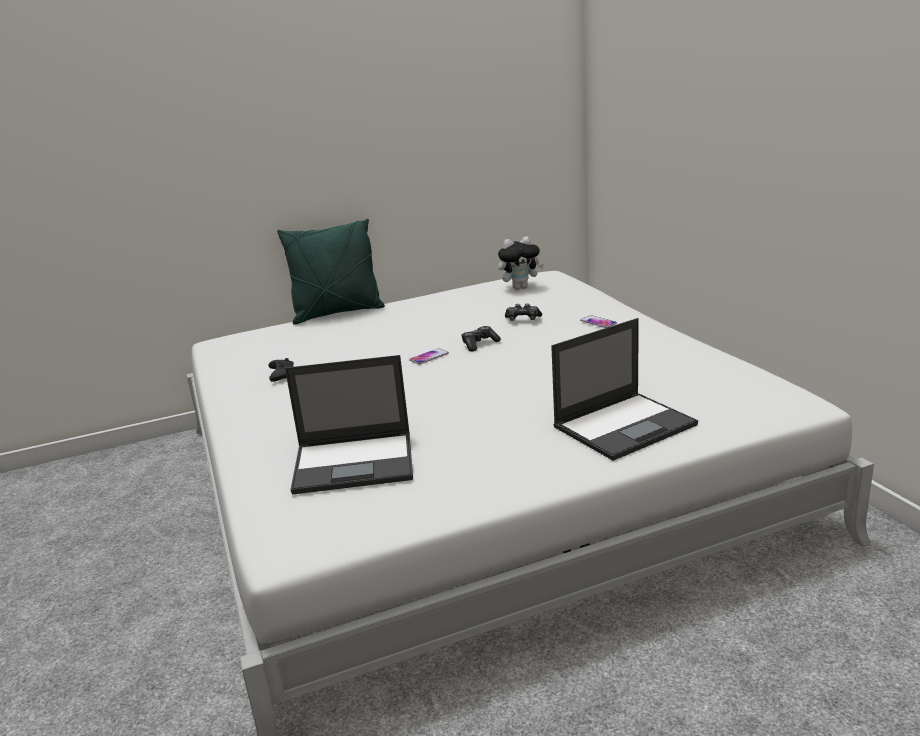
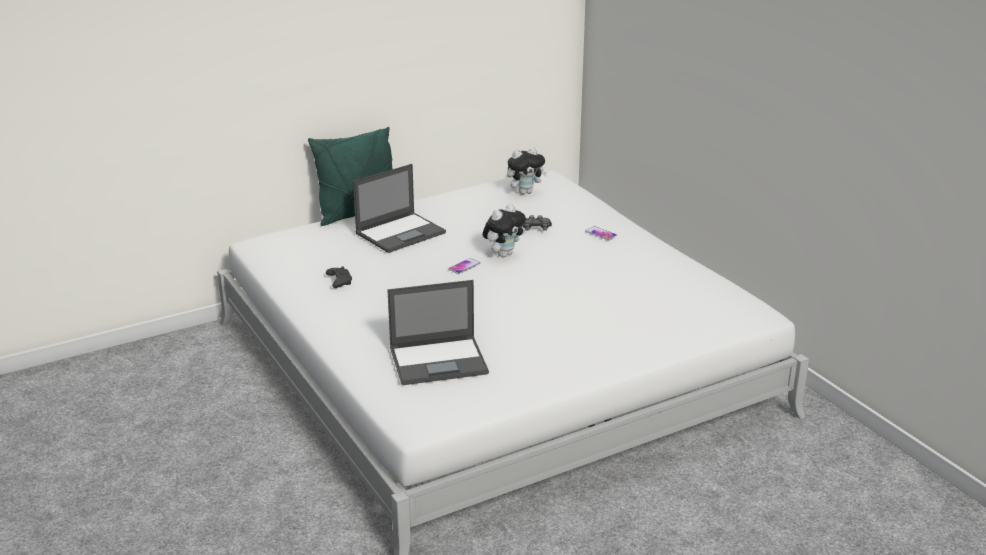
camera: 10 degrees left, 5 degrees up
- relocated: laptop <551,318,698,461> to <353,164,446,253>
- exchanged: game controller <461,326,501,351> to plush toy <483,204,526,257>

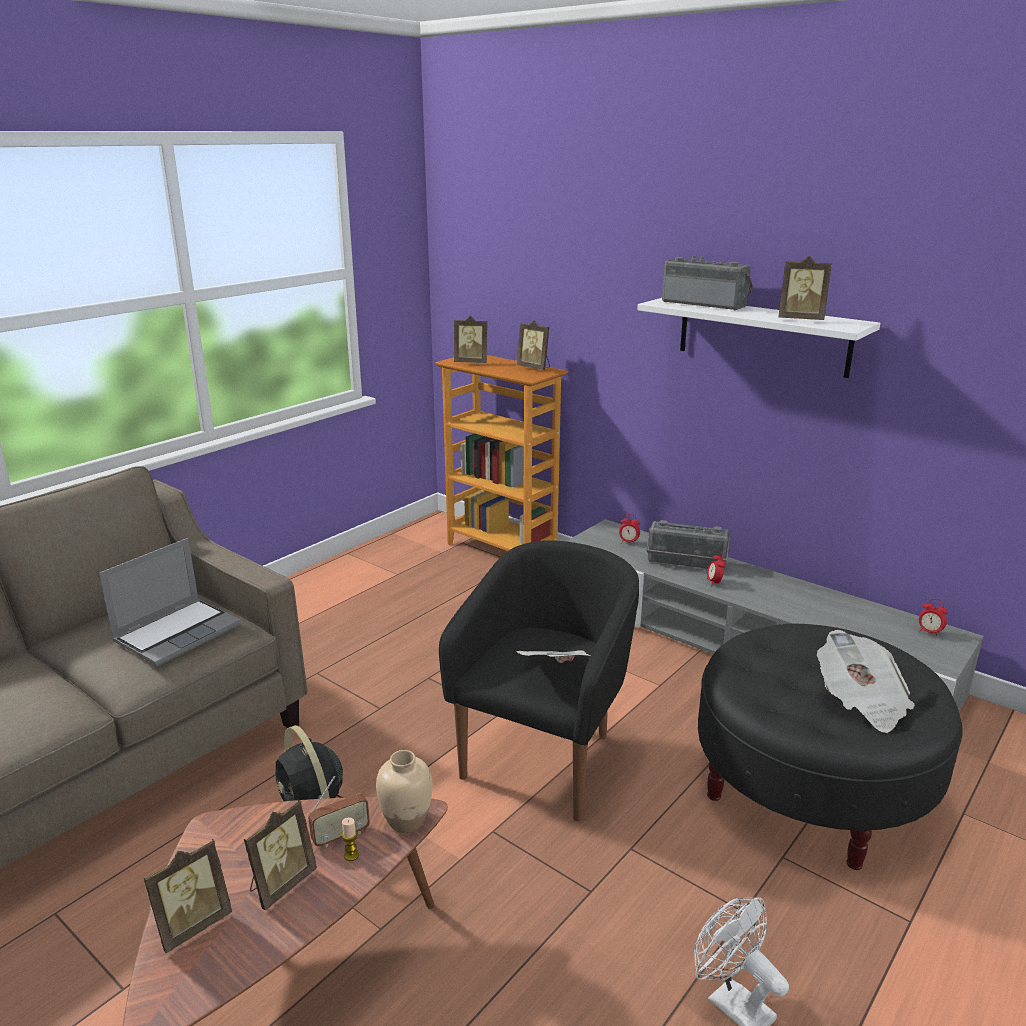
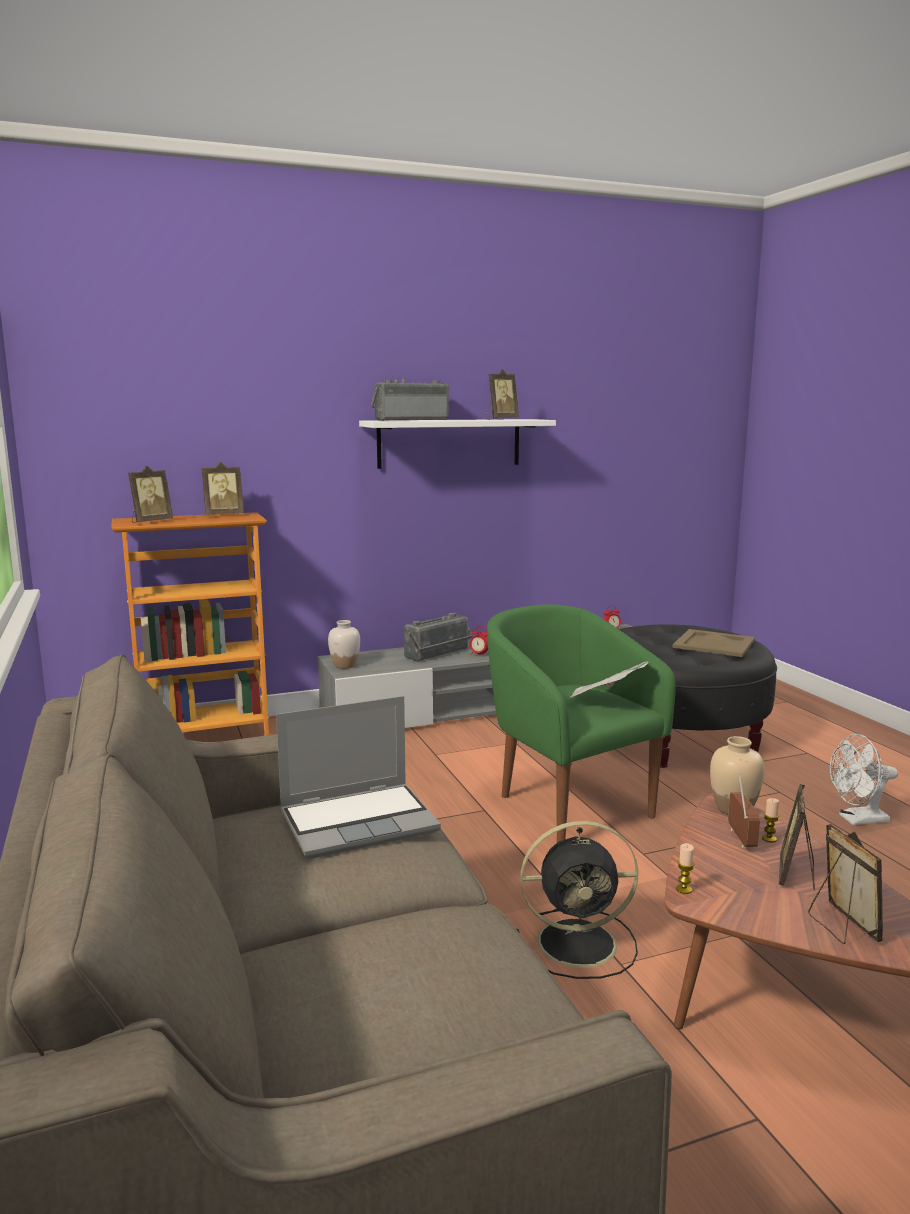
camera: 60 degrees left, 10 degrees down
- missing: alarm clock <619,514,640,544>
- spun: laptop <99,538,241,666> = <276,696,441,859> 90 degrees clockwise
- colour: armchair in black <439,540,639,821> to armchair in green <487,604,676,842>
- exchanged: newspaper <817,630,915,733> to tray in beige <673,629,755,657>
- spun: picture frame <244,800,317,910> = <779,784,815,890> 135 degrees counterclockwise
- appeared: vase in white <328,620,360,669>
- appeared: candle <676,843,694,894>

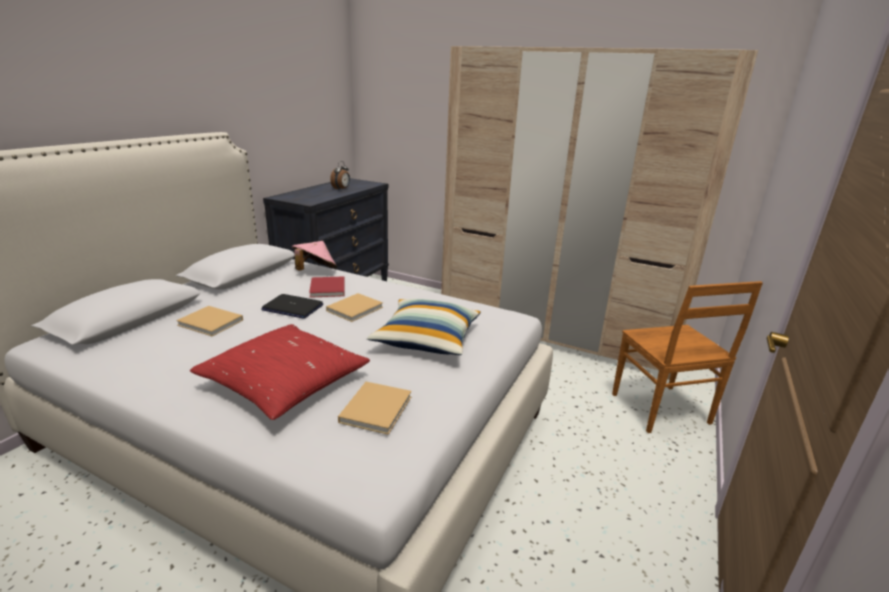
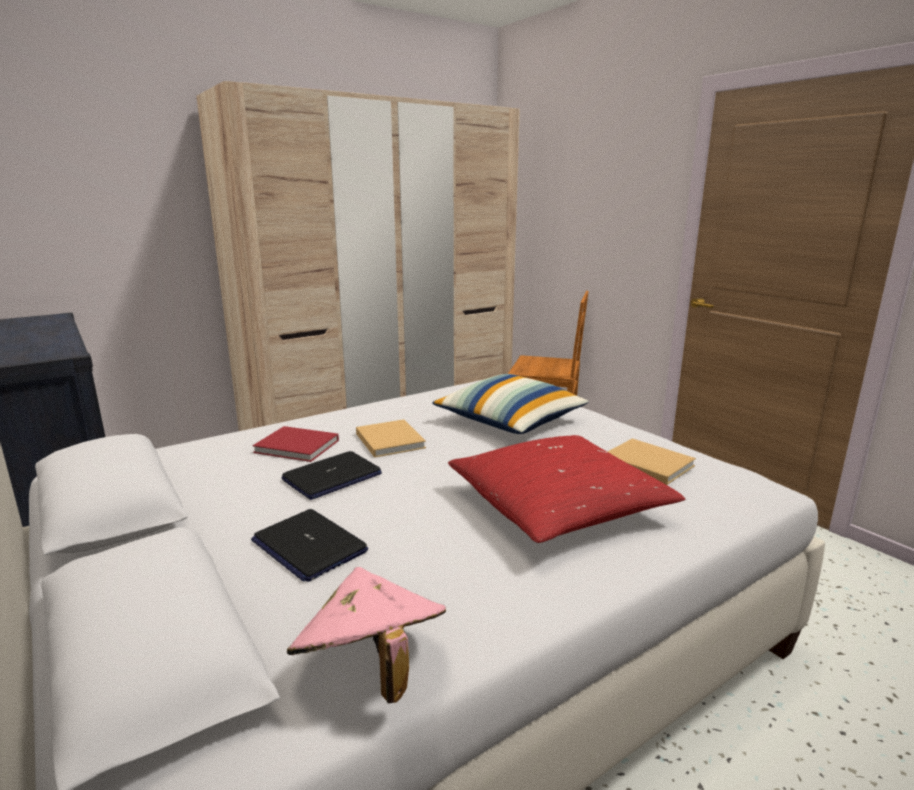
camera: 60 degrees left, 5 degrees down
- missing: alarm clock <330,161,350,190>
- relocated: hat in pink <292,241,337,271> to <287,567,446,704>
- exchanged: book in beige <176,306,243,337> to laptop <251,509,368,582>

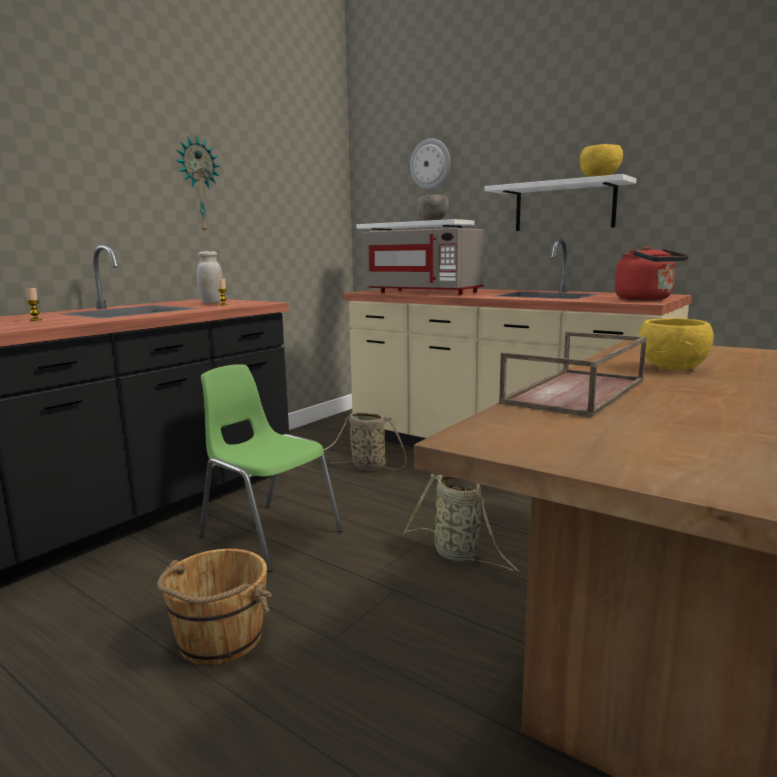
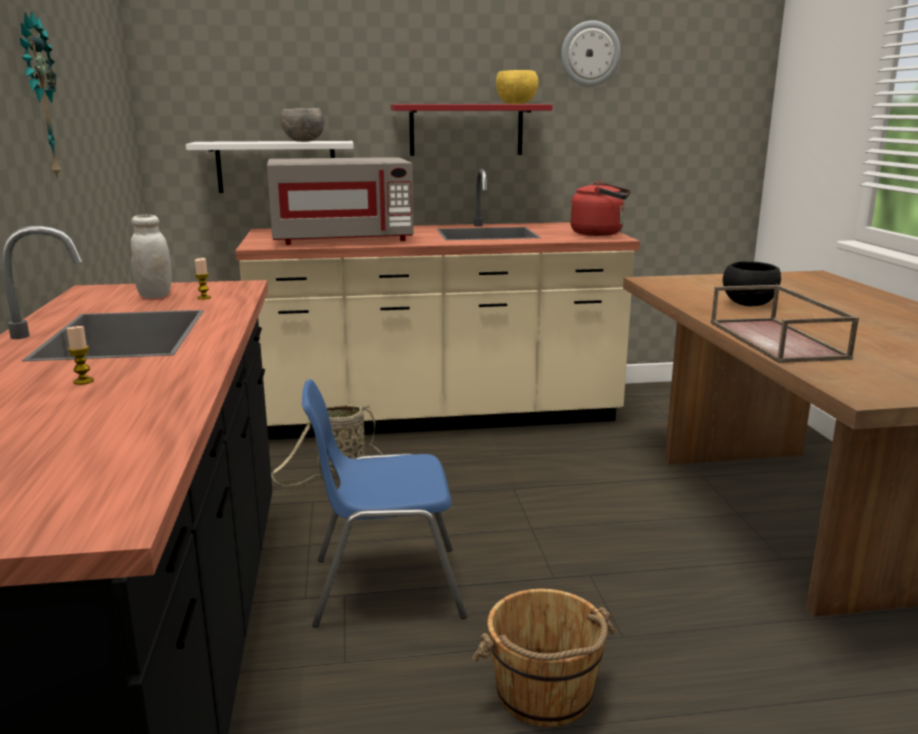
camera: 45 degrees left, 5 degrees up
- relocated: wall clock <410,138,450,189> to <561,20,621,86>
- colour: shelf in white <484,174,636,231> to shelf in red <391,104,552,156>
- colour: bowl in yellow <639,318,714,370> to bowl in black <723,261,781,306>
- colour: chair in green <199,365,343,572> to chair in blue <302,379,467,628>
- missing: basket <404,473,520,572>

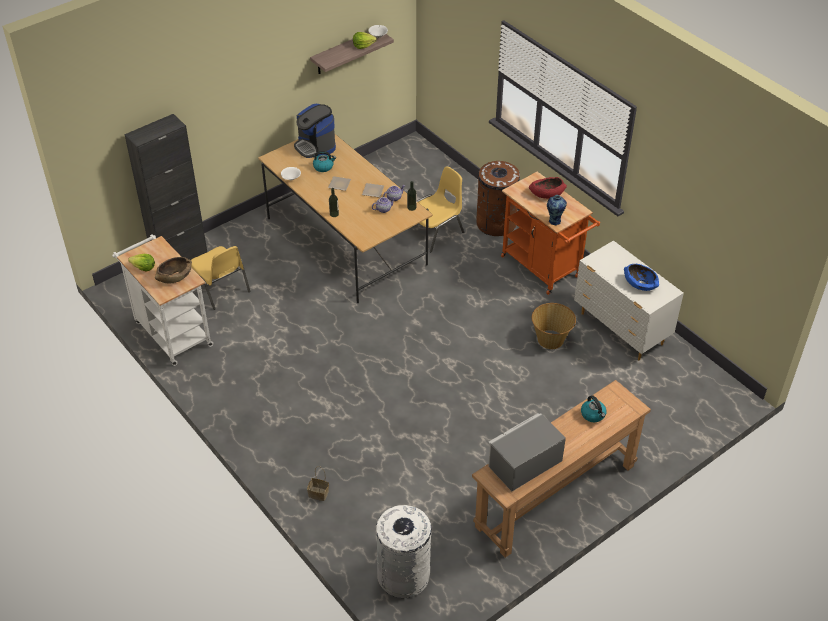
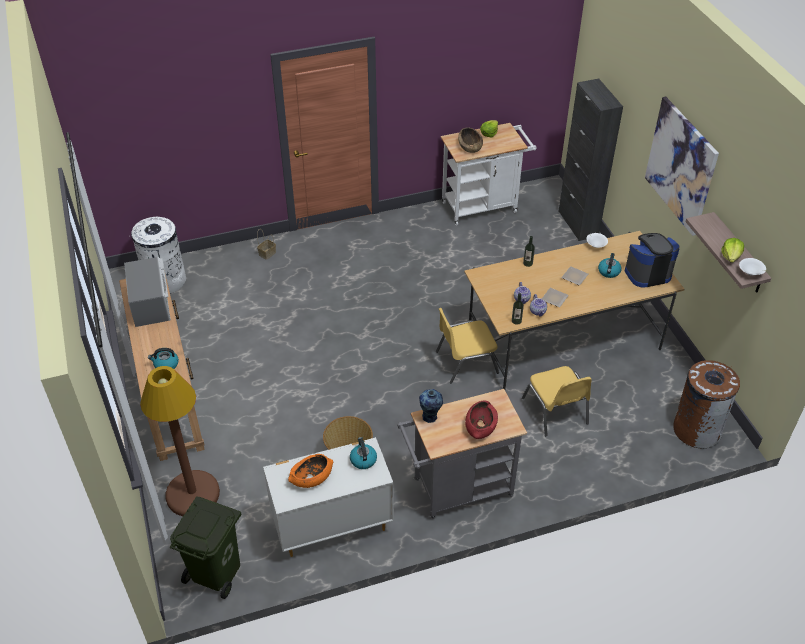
camera: 110 degrees right, 0 degrees up
- relocated: trash can in brown <476,161,520,236> to <673,360,740,448>
- colour: cart in orange <501,171,600,295> to cart in grey <397,389,527,519>
- relocated: chair in yellow <191,246,251,310> to <436,308,499,384>
- colour: bowl in blue <624,264,659,291> to bowl in orange <288,454,333,488>
- appeared: picture <645,97,719,236>
- appeared: floor lamp in brown <140,366,220,516>
- appeared: kettle <350,437,377,469>
- appeared: trash can in green <170,496,241,599>

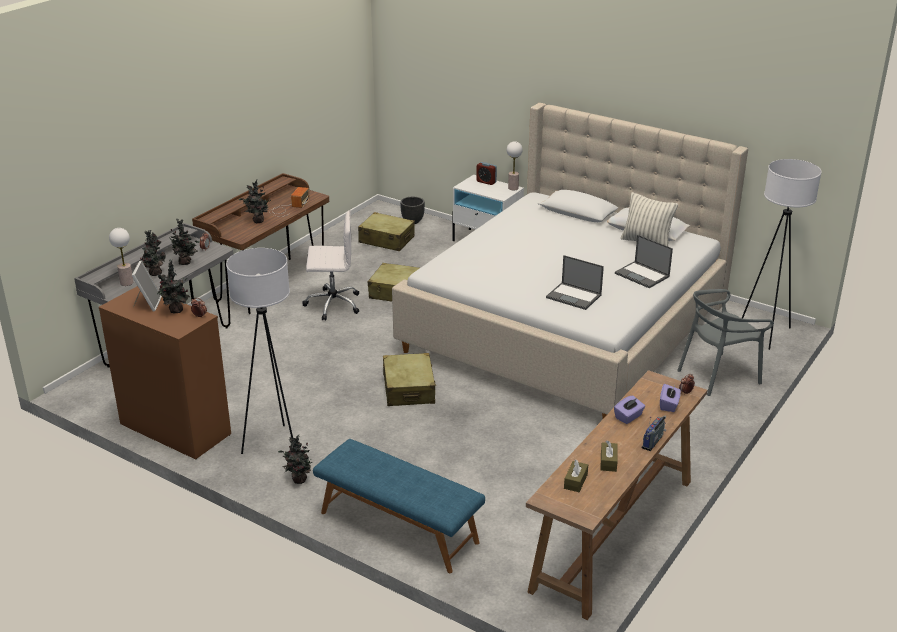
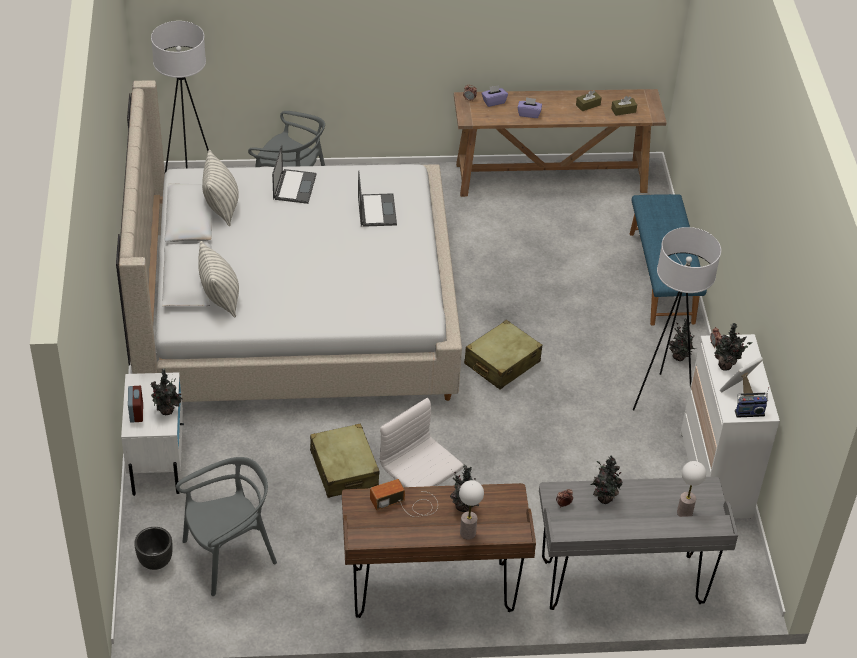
camera: 130 degrees left, 15 degrees up
- relocated: table lamp <507,141,523,190> to <459,480,484,540>
- exchanged: suitcase in beige <358,212,415,251> to chair in grey <176,457,277,596>
- relocated: potted plant <140,230,166,276> to <150,368,183,415>
- colour: dresser in brown <99,286,231,460> to dresser in white <680,334,780,518>
- relocated: radio <642,415,667,451> to <735,387,769,418>
- appeared: pillow <198,241,239,318>

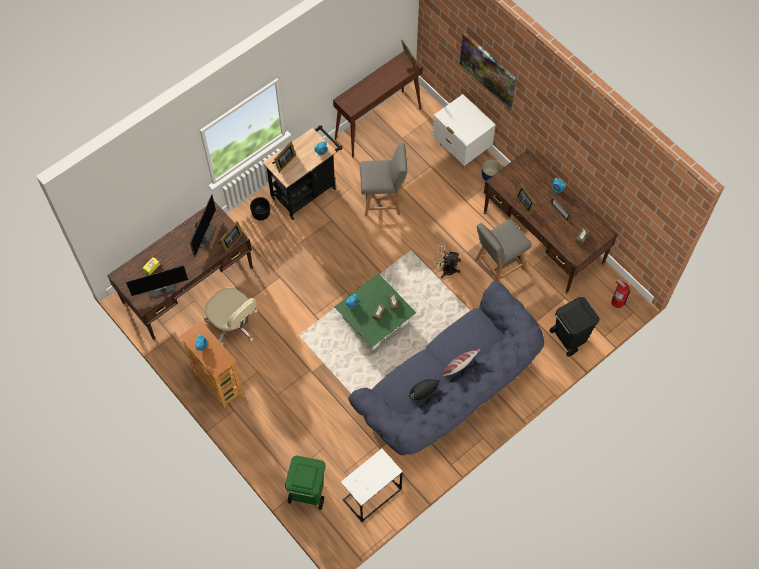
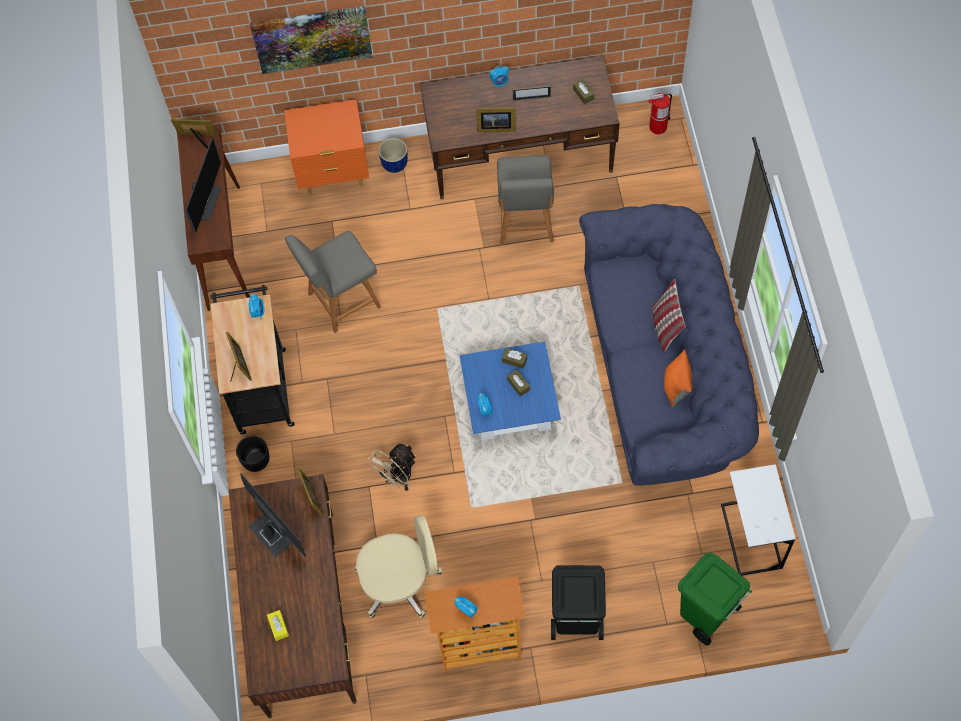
camera: 55 degrees left, 0 degrees up
- colour: nightstand in white <432,94,496,168> to nightstand in orange <284,99,369,195>
- spun: chair in grey <360,143,407,217> = <285,231,381,333> 150 degrees counterclockwise
- relocated: fan in beige <434,242,461,278> to <367,443,416,491>
- relocated: monitor <126,265,188,298> to <185,137,221,233>
- colour: coffee table in green <335,273,416,350> to coffee table in blue <459,341,561,441>
- relocated: trash can in black <549,297,600,357> to <551,565,606,640>
- colour: pillow in black <408,379,440,400> to pillow in orange <664,349,693,408>

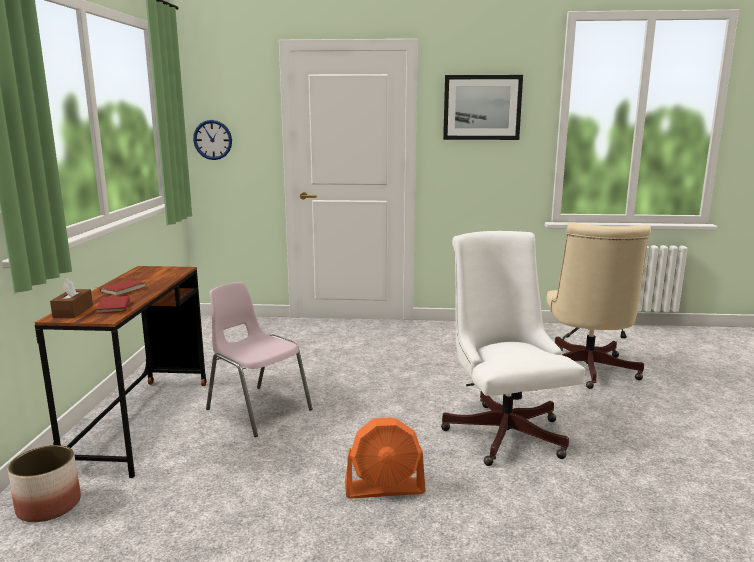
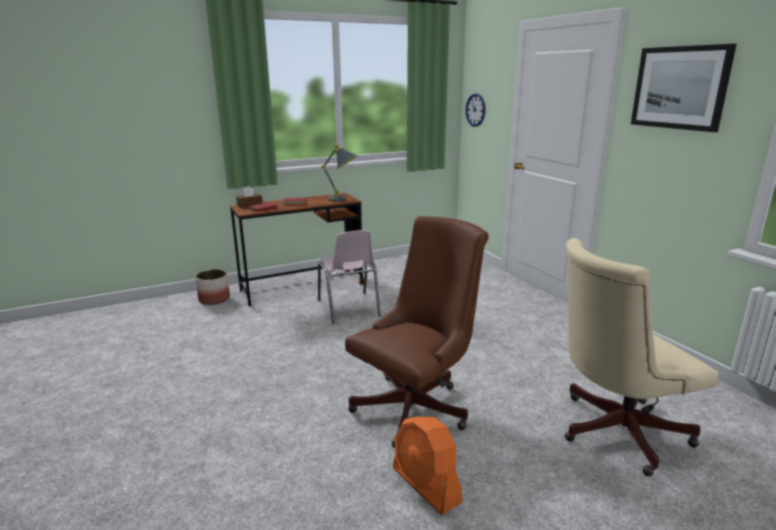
camera: 60 degrees right, 5 degrees up
- colour: office chair in white <441,231,585,466> to office chair in brown <345,216,489,448>
- spun: chair in pink <206,282,313,437> = <318,230,381,324> 150 degrees clockwise
- relocated: fan in orange <345,417,426,499> to <393,416,462,515>
- appeared: table lamp in grey <321,145,358,202>

